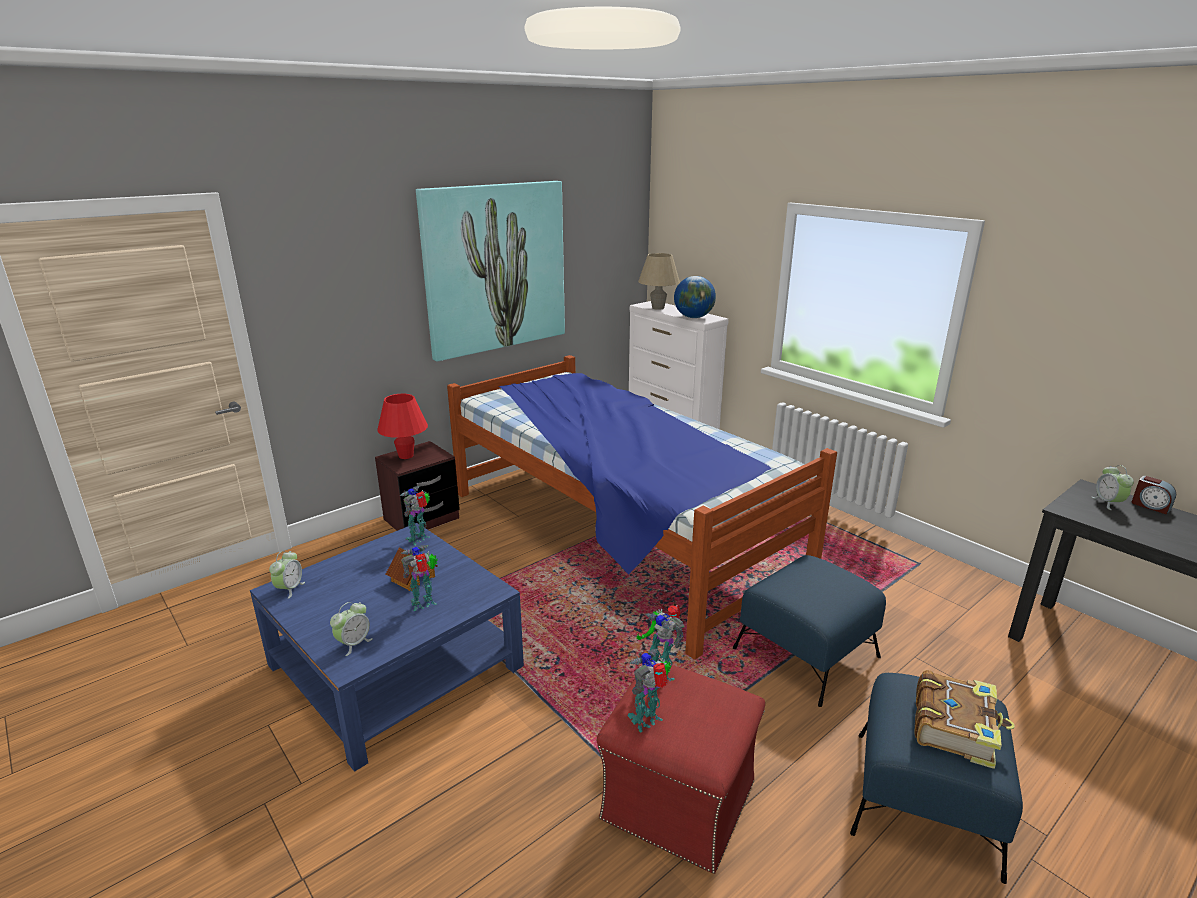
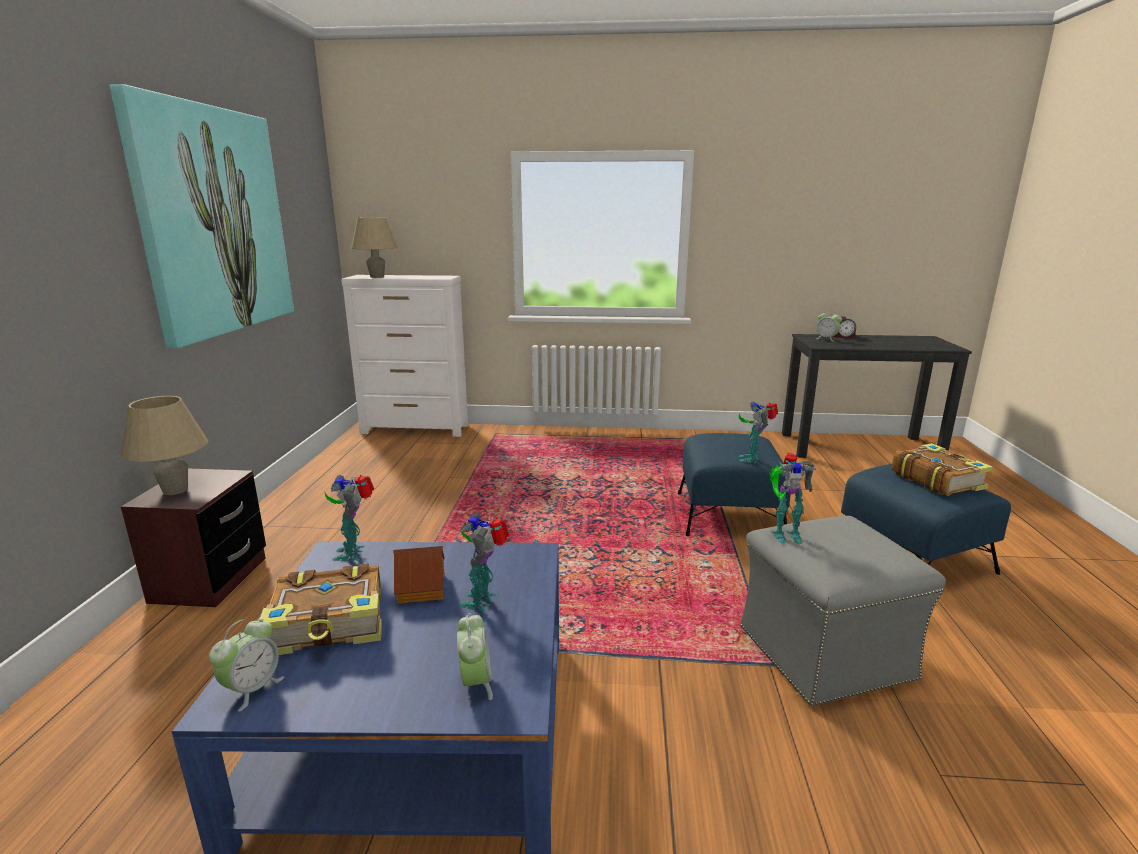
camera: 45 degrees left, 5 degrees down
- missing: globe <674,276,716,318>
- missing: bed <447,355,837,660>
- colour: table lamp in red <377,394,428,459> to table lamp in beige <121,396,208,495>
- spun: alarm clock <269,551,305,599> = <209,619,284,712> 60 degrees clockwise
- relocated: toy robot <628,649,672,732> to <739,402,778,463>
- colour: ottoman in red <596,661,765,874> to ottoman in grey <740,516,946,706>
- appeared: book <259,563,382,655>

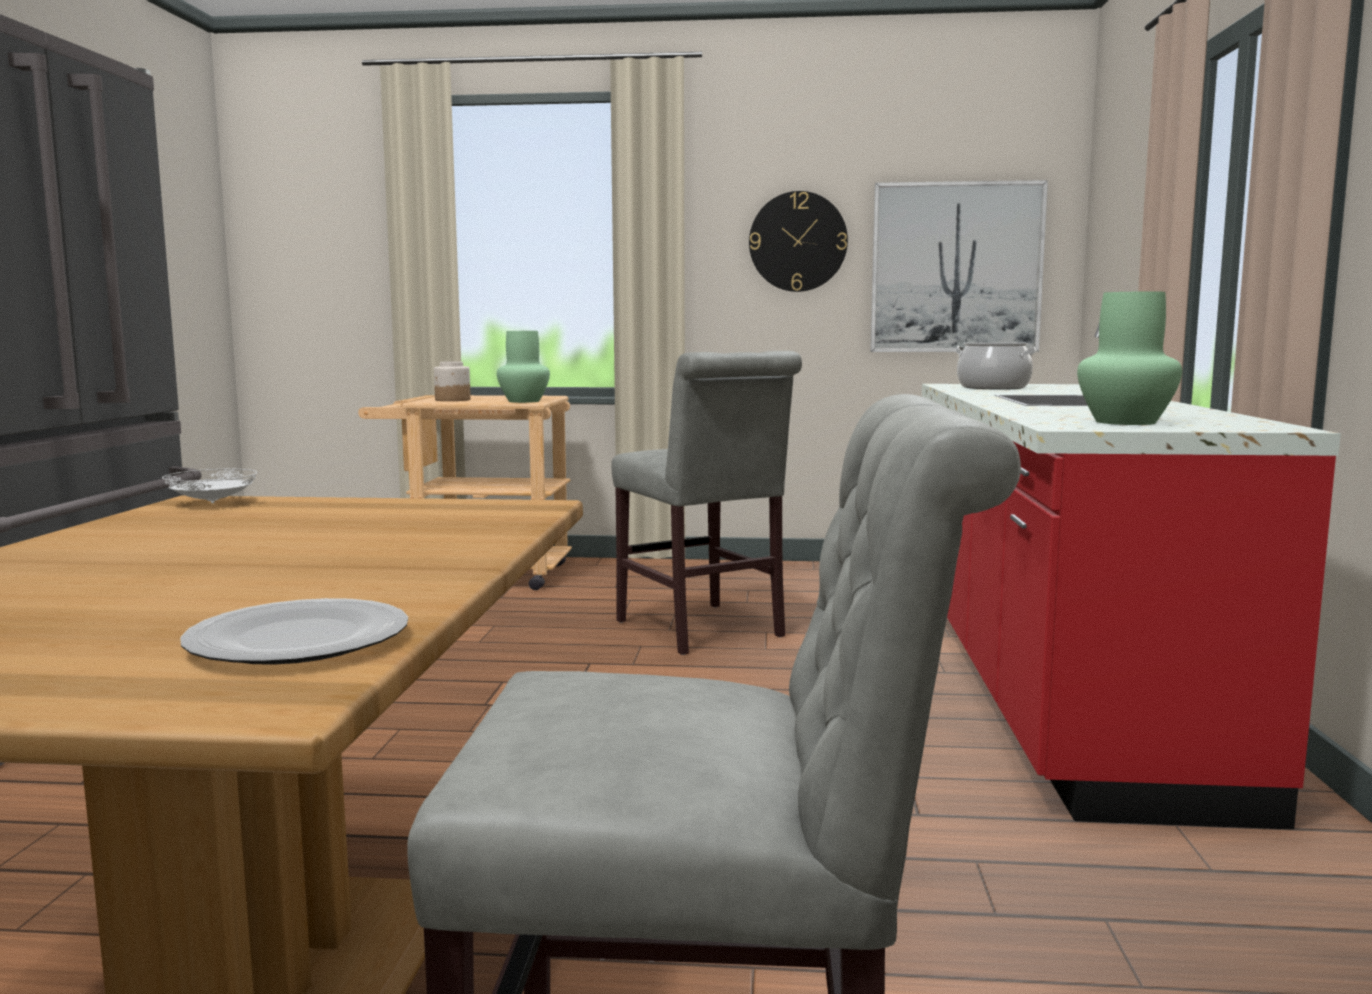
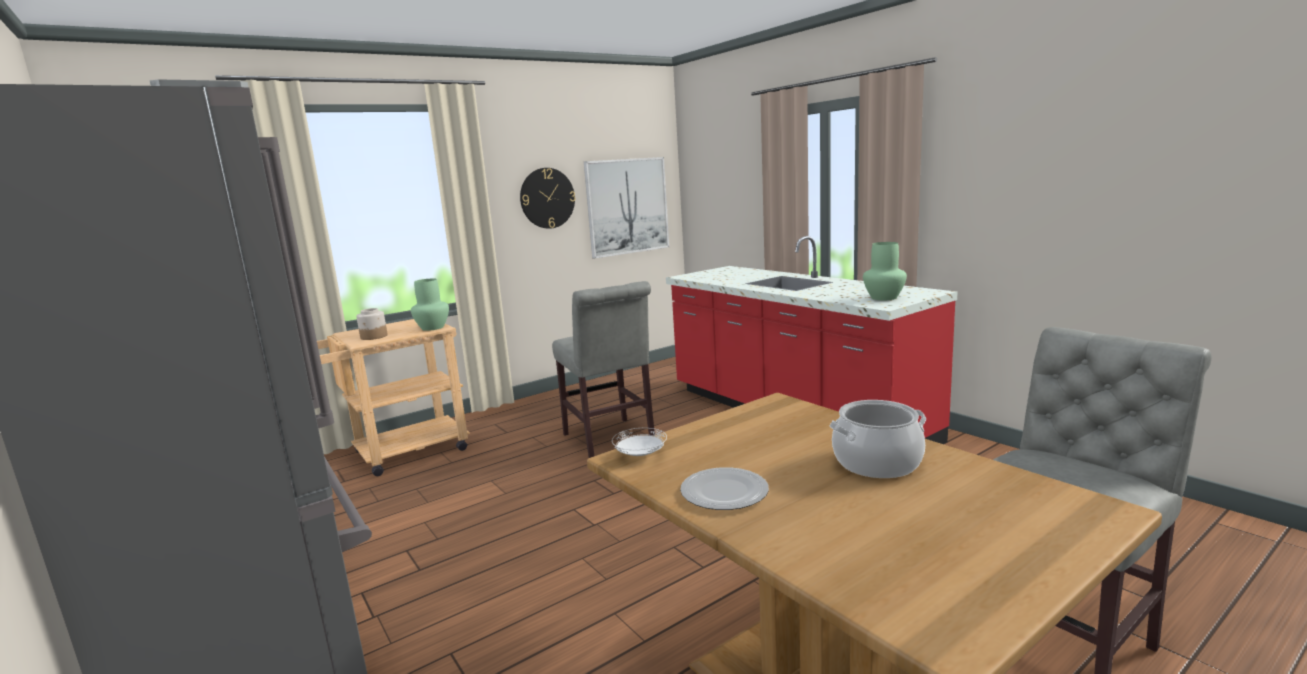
camera: 40 degrees left, 5 degrees up
- relocated: cooking pot <955,342,1037,389> to <830,400,926,478>
- spun: chair in grey <611,351,802,655> = <552,281,655,458> 45 degrees clockwise
- relocated: plate <180,598,408,665> to <680,467,769,510>

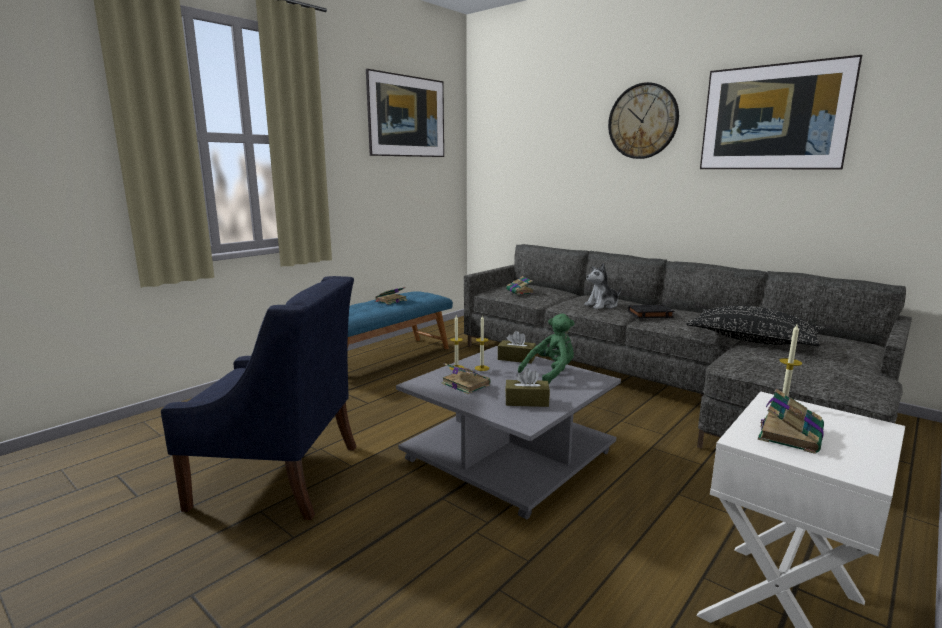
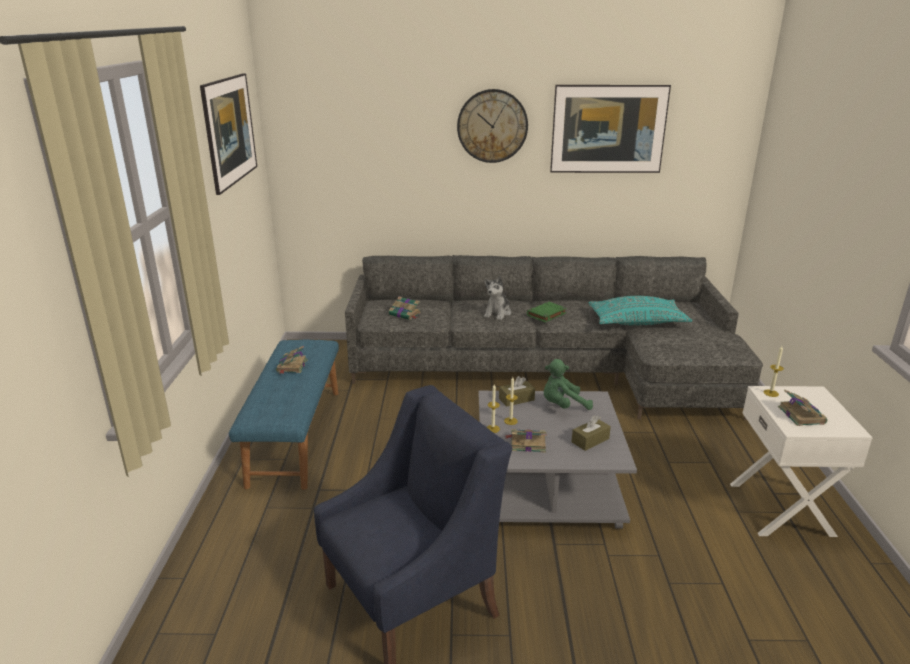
camera: 40 degrees left, 10 degrees up
- colour: book in black <628,305,674,318> to book in green <527,302,567,322>
- colour: pillow in black <686,306,825,346> to pillow in turquoise <588,296,692,325>
- spun: plush toy in green <518,314,575,384> = <543,359,593,410> 120 degrees counterclockwise

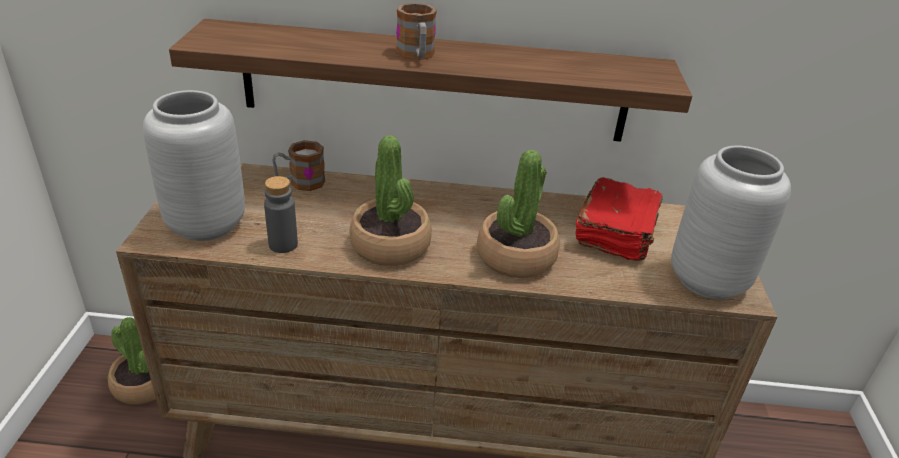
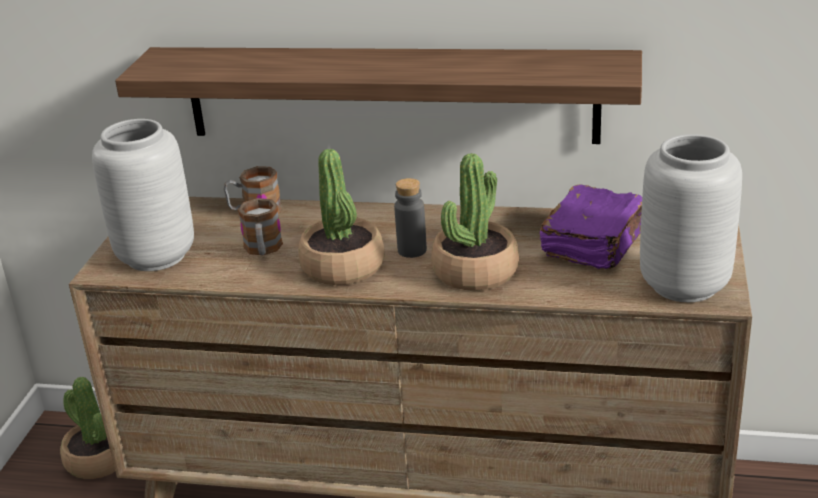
camera: 10 degrees right, 5 degrees down
- relocated: mug <396,3,437,60> to <238,198,283,255>
- relocated: bottle in grey <264,176,298,253> to <394,178,427,258>
- colour: book in red <575,177,663,261> to book in purple <540,184,642,269>

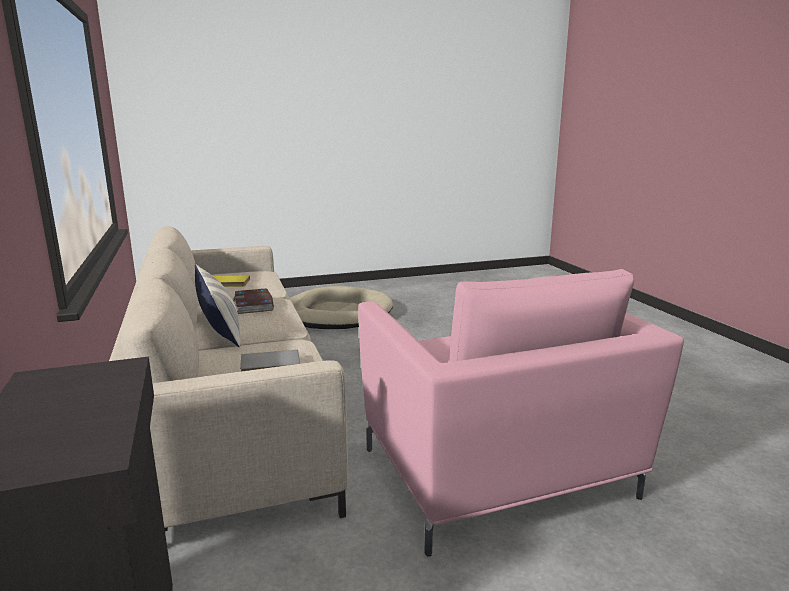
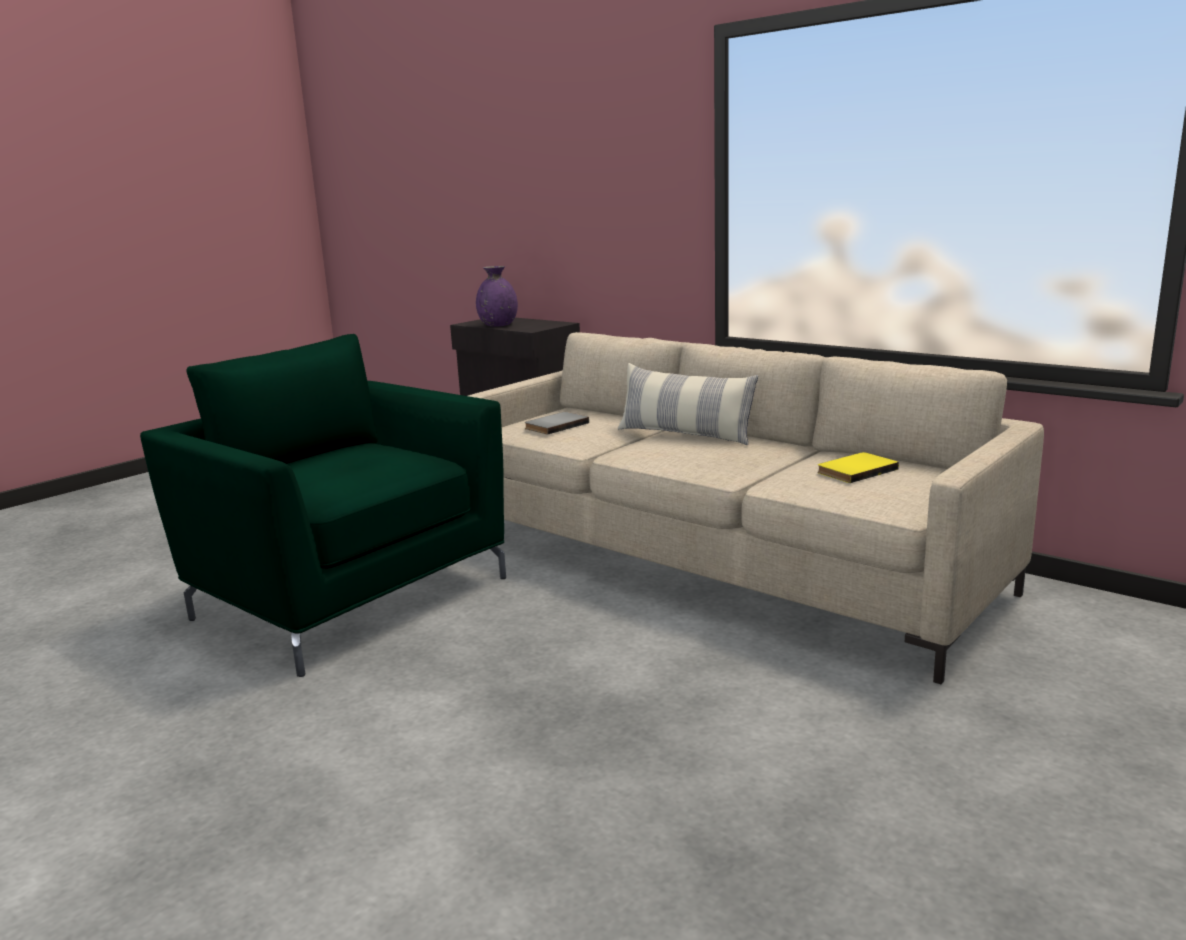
camera: 150 degrees right, 0 degrees up
- colour: armchair in pink <358,269,684,557> to armchair in green <140,334,506,677>
- missing: dog bed in beige <289,286,393,329>
- missing: book <233,288,274,314>
- appeared: vase in purple <476,266,518,327>

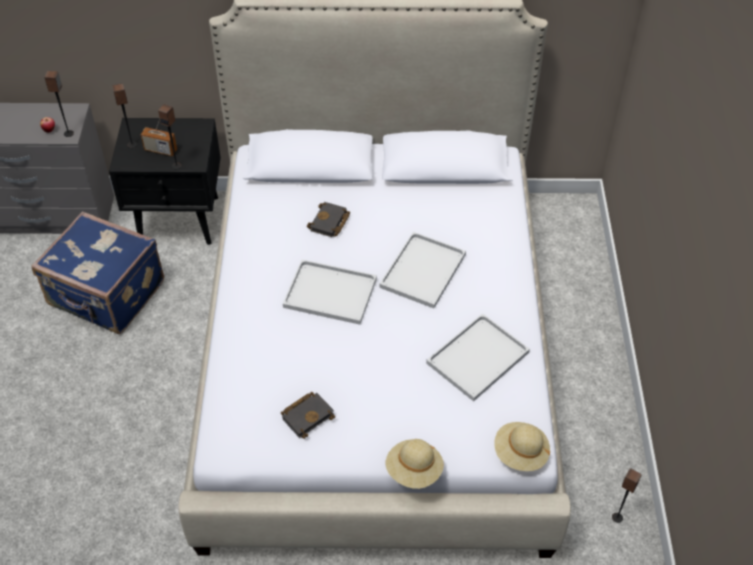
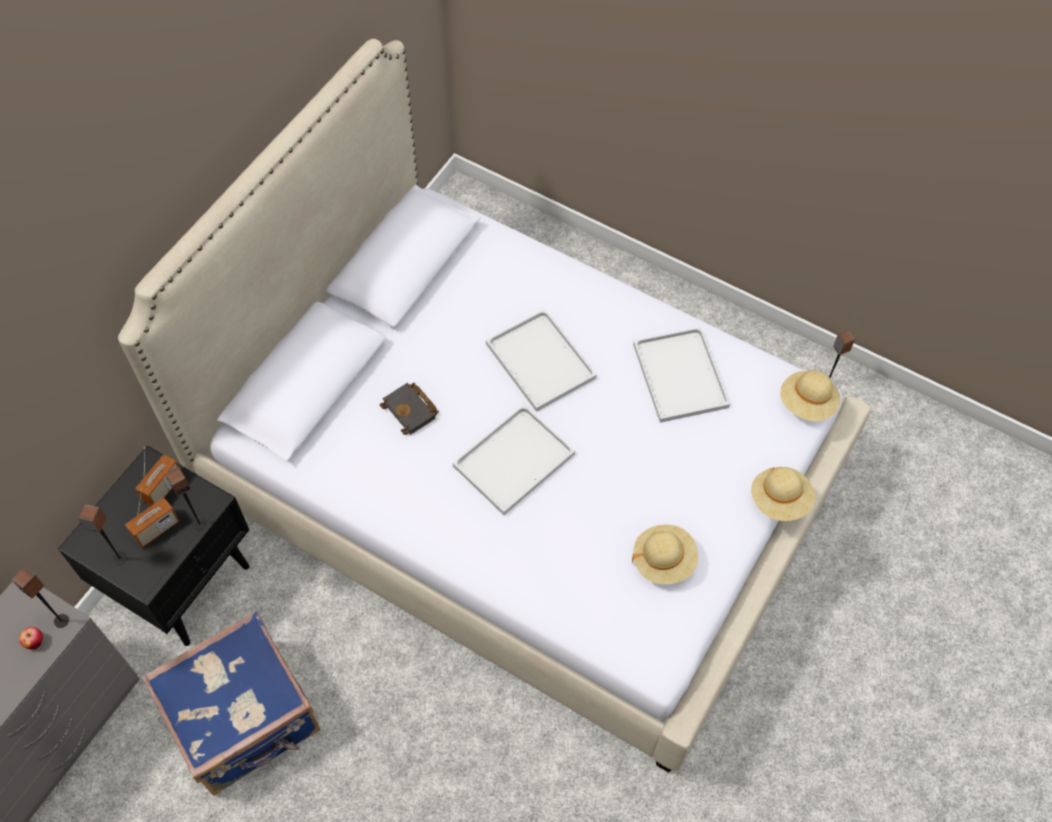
camera: 60 degrees left, 10 degrees up
- exchanged: book in black <281,392,335,439> to hat in beige <632,525,698,585>
- appeared: radio <135,447,179,506>

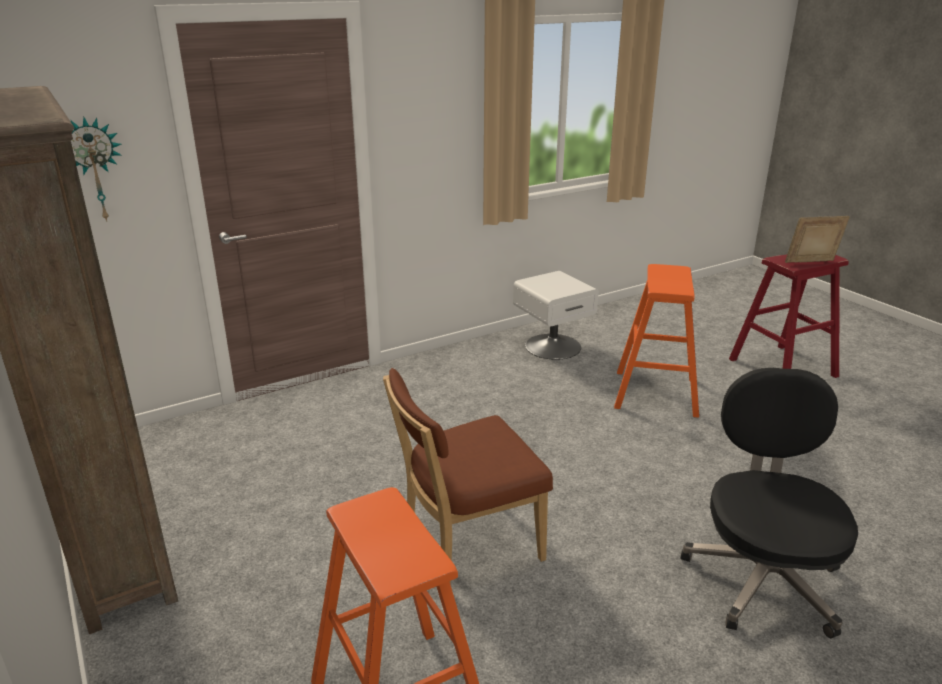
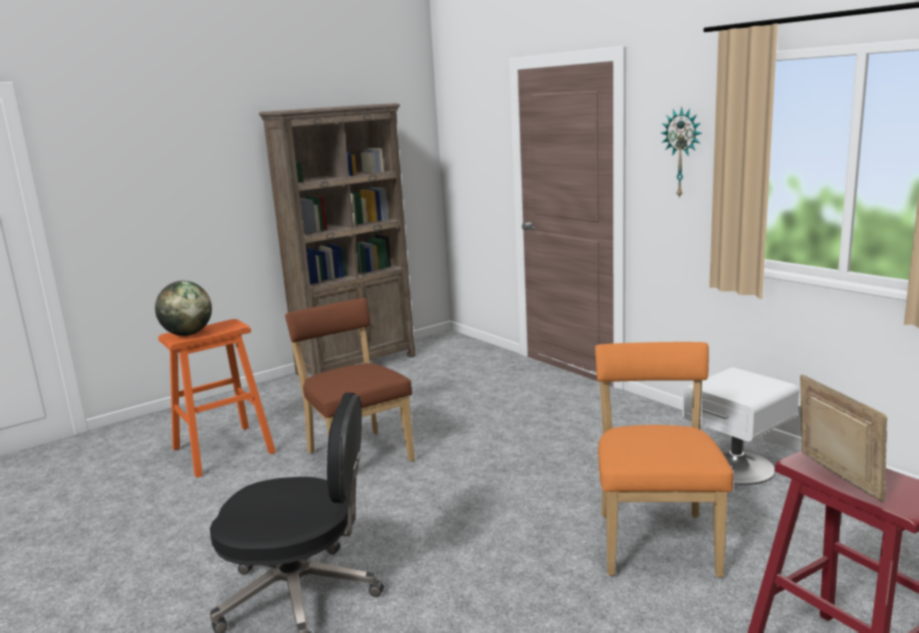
camera: 85 degrees right, 10 degrees down
- relocated: wall clock <71,117,122,222> to <661,107,702,199>
- exchanged: stool in orange <614,264,699,418> to chair in orange <595,342,733,577>
- appeared: globe <155,281,212,336>

